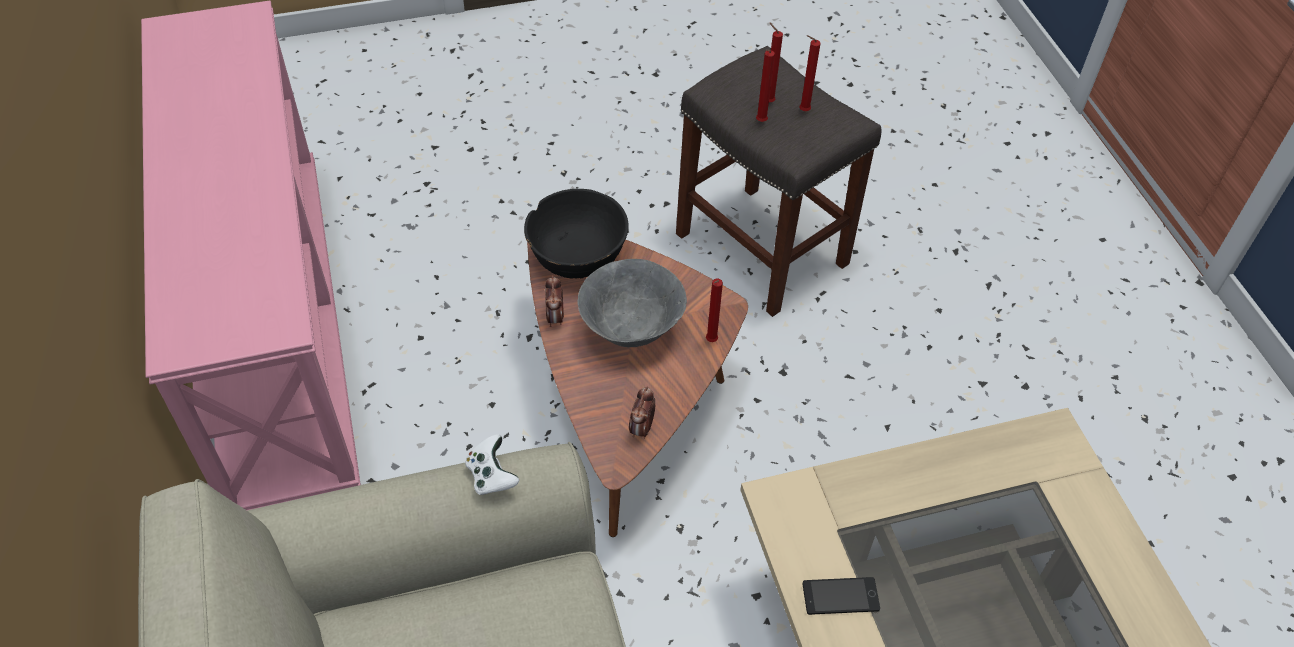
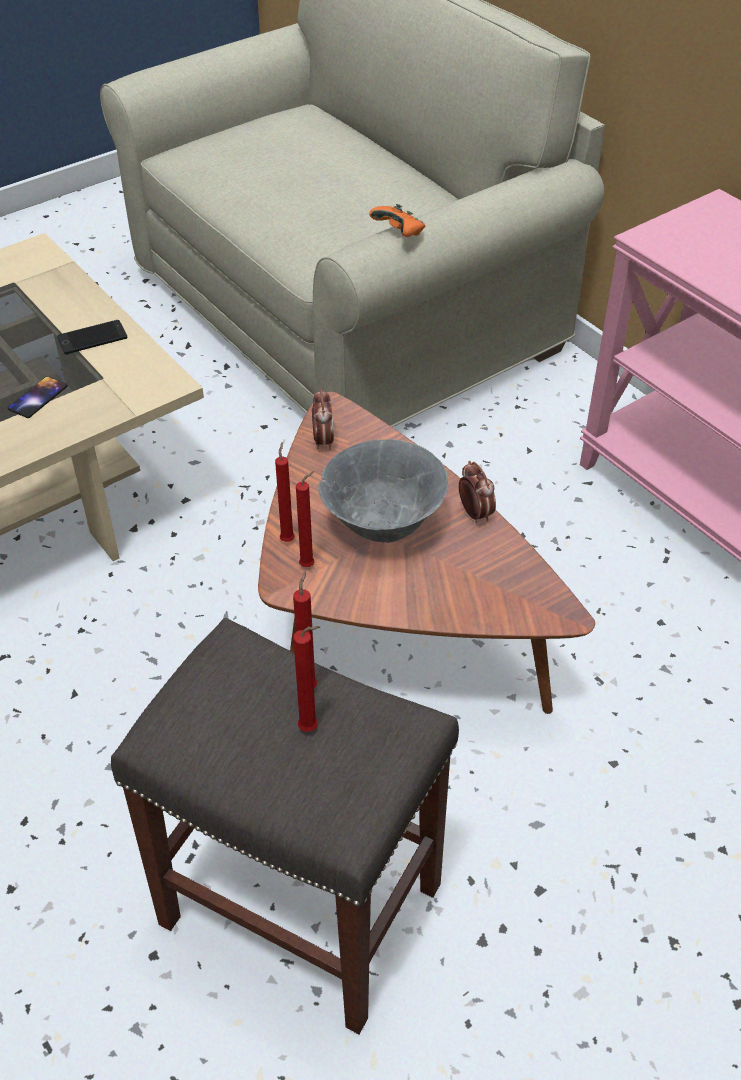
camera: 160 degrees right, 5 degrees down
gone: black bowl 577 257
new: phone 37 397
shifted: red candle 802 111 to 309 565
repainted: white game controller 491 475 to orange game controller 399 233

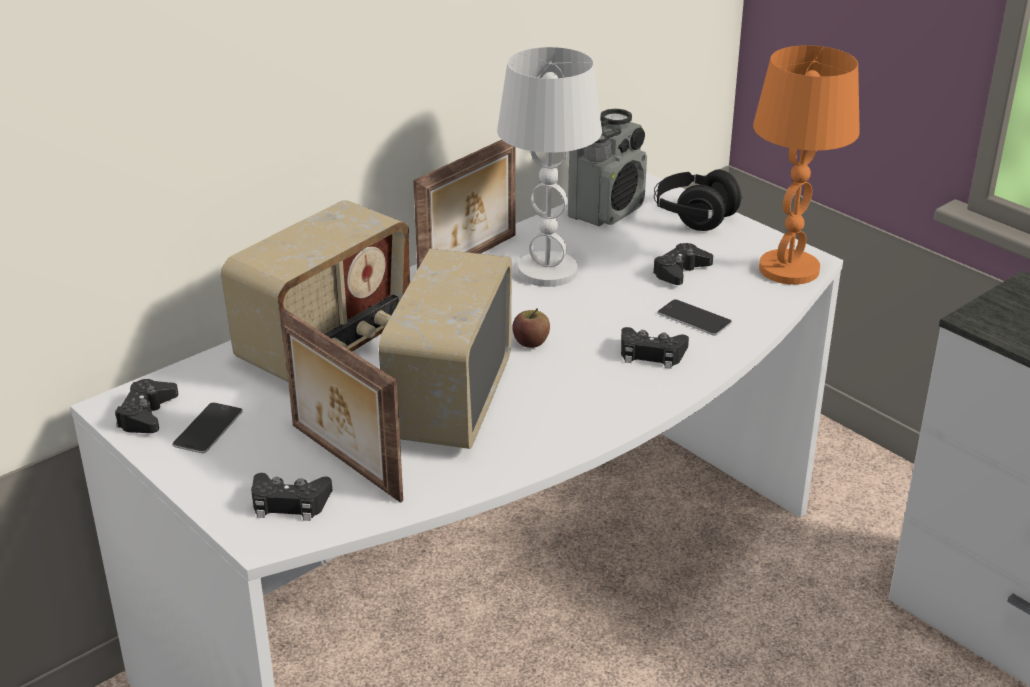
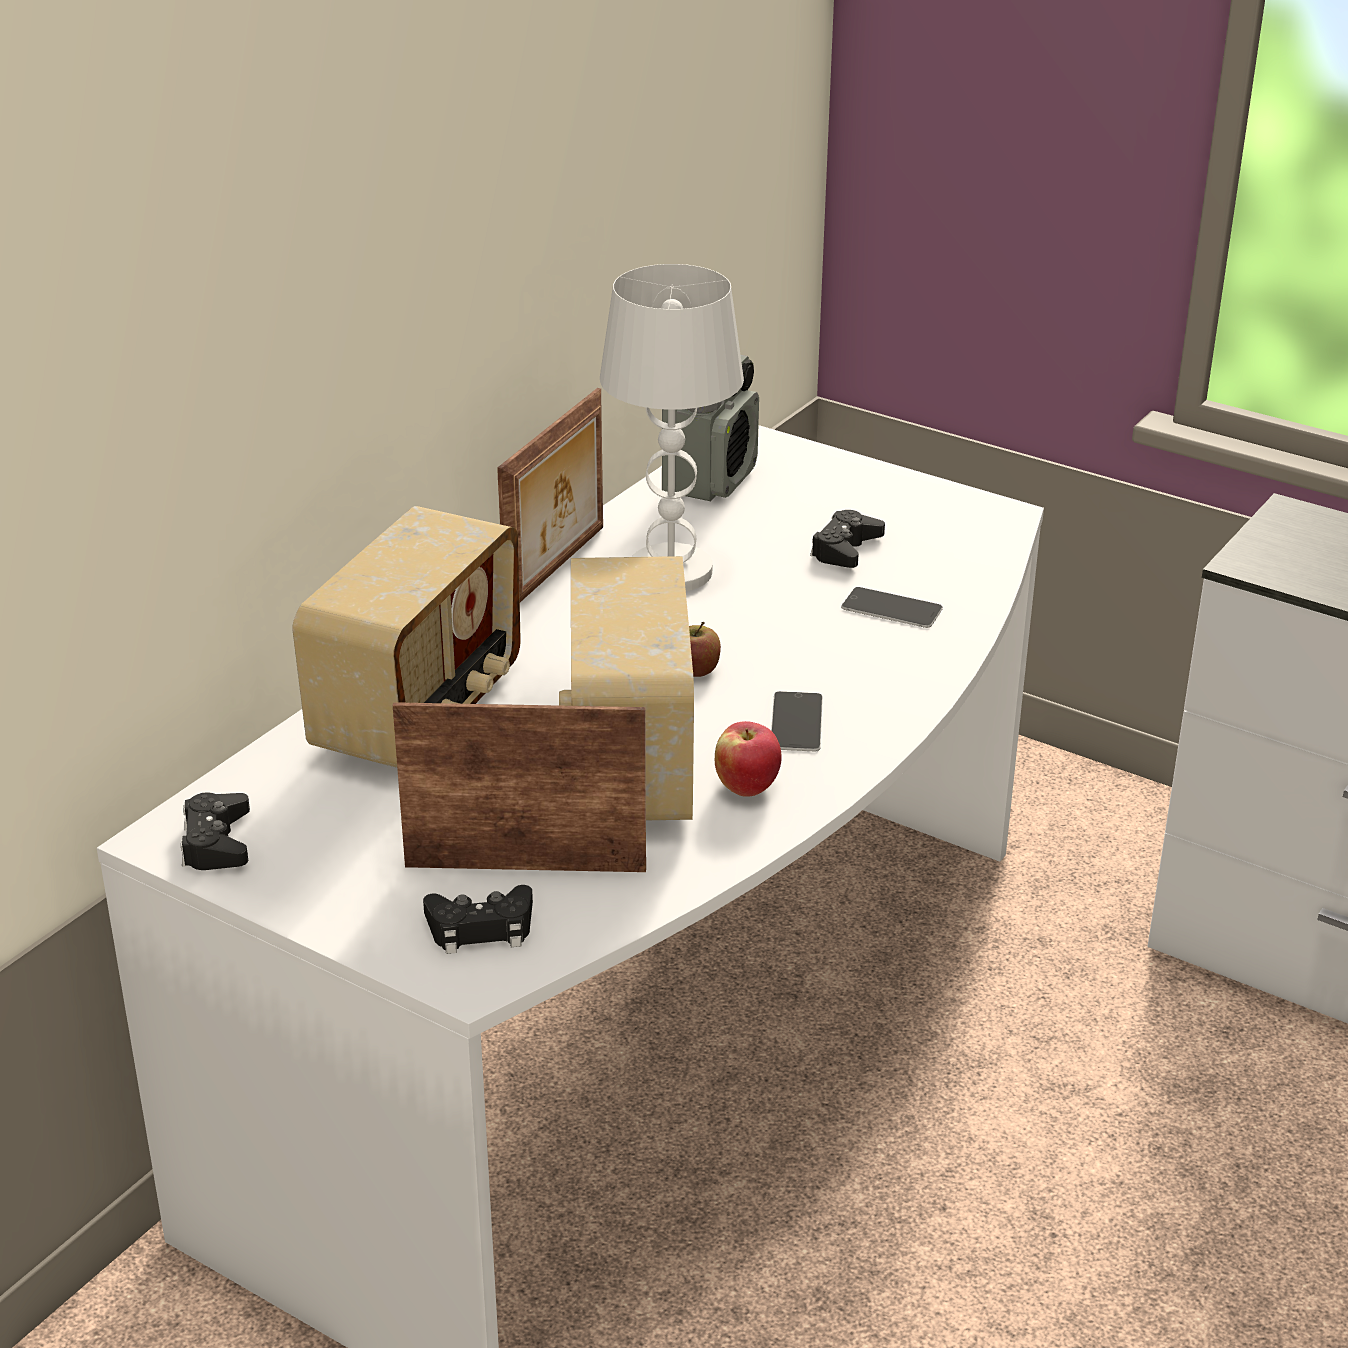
camera: 15 degrees left, 0 degrees up
gone: black game controller 651 354; black headphones 694 217; orange table lamp 789 270
new: apple 746 787
shifted: phone 208 428 to 796 722
rotated: picture frame 343 463 = 525 865 150 degrees clockwise

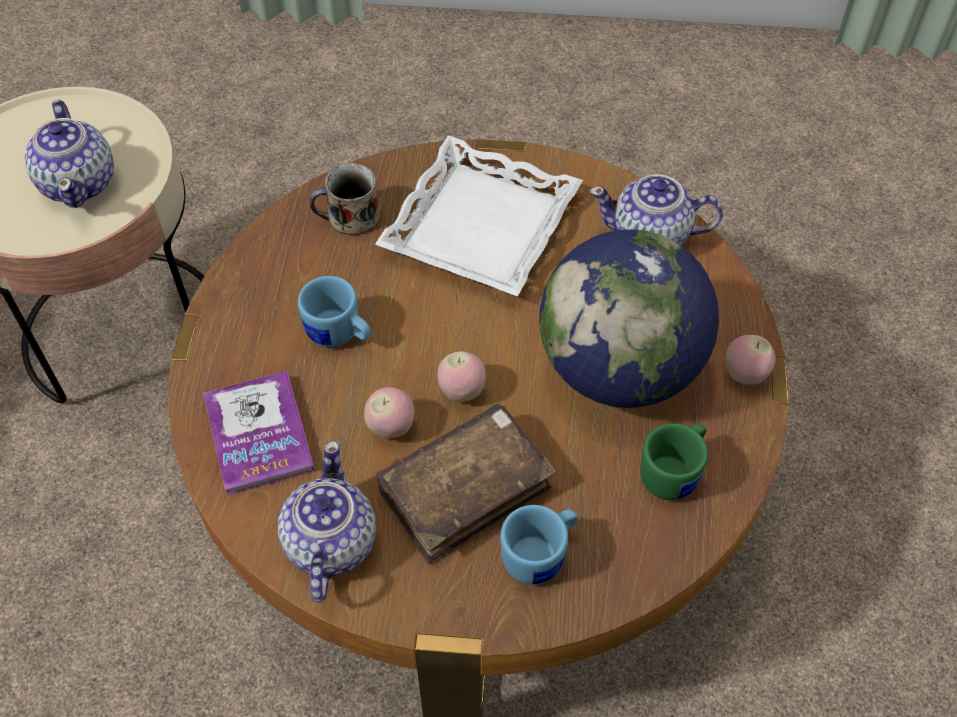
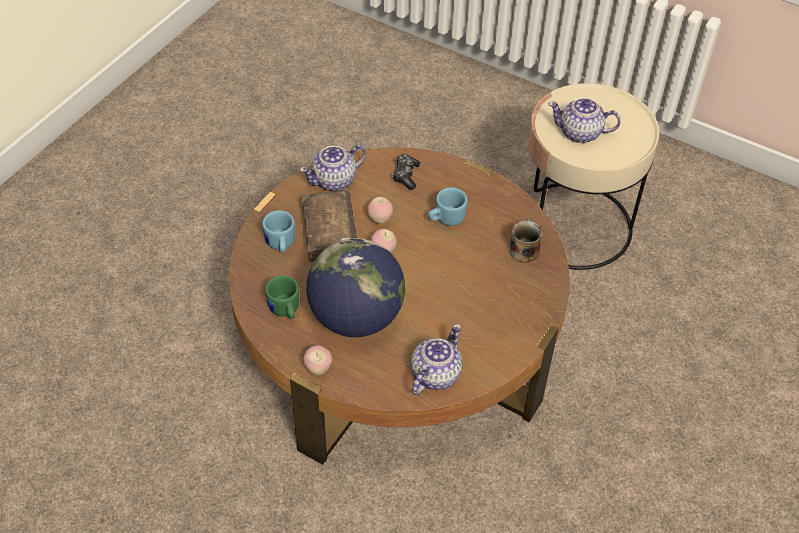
camera: 115 degrees right, 5 degrees down
gone: white tray 482 227
swapped: book 259 434 to game controller 405 175
rotated: teapot 329 544 = 334 181 120 degrees clockwise

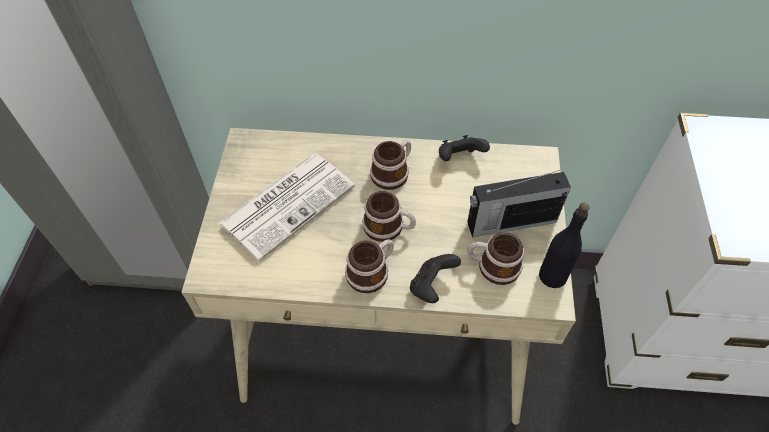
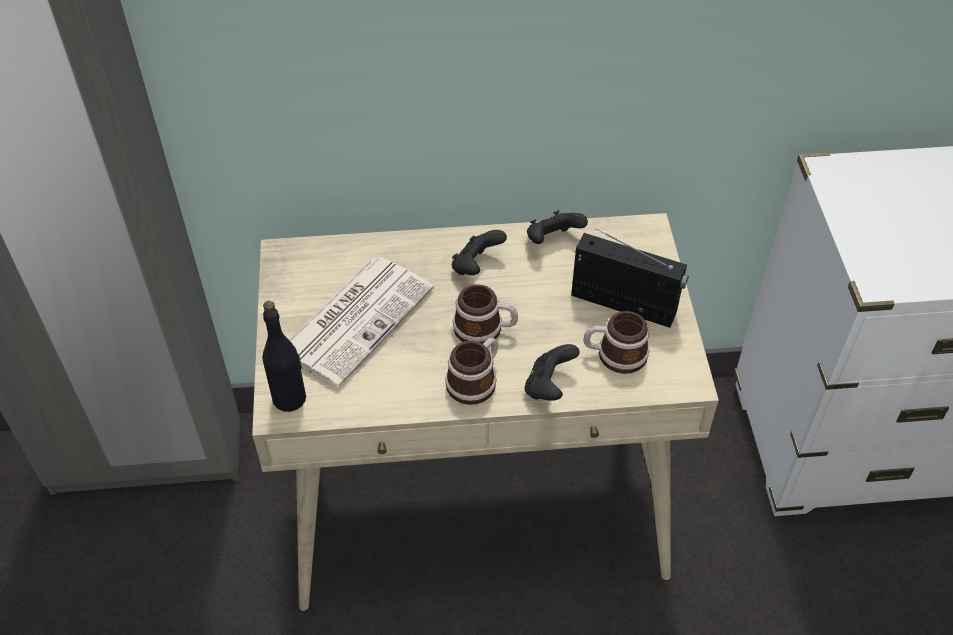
camera: 10 degrees left, 5 degrees down
shifted: black bottle 553 276 to 290 398
swapped: mug 393 172 to black game controller 476 266
rotated: radio 509 222 = 625 304 135 degrees counterclockwise

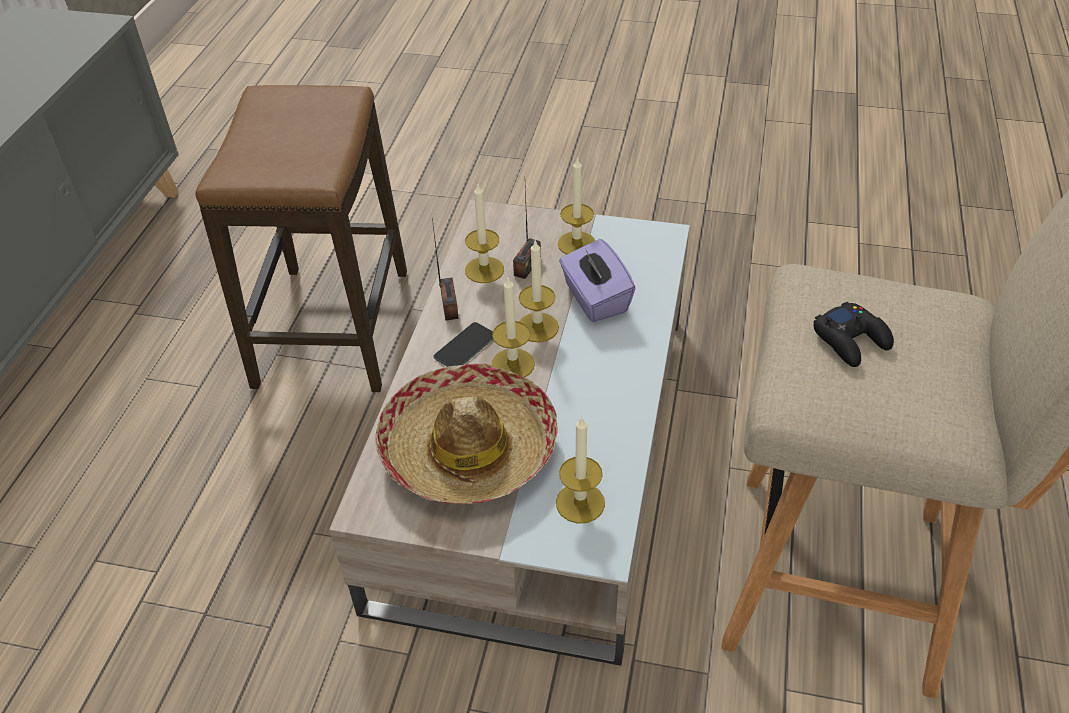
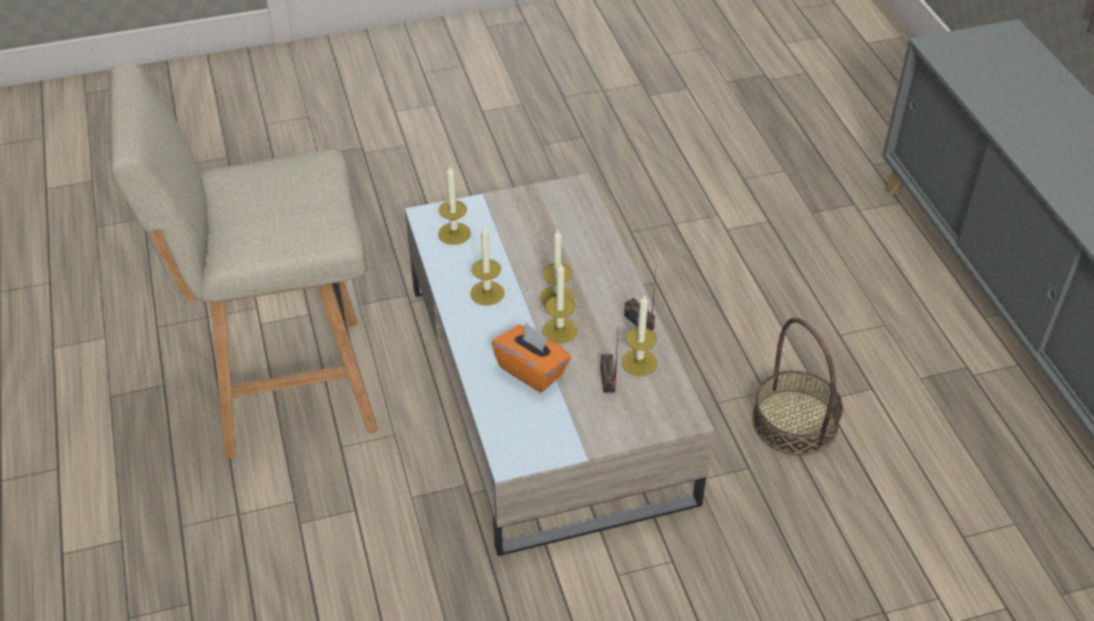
camera: 150 degrees right, 0 degrees up
gone: hat 468 449; phone 465 347; black game controller 851 340
shifted: candle 576 244 to 487 293
swapped: stool 333 327 to basket 795 422
repainted: purple tissue box 595 299 to orange tissue box 532 370

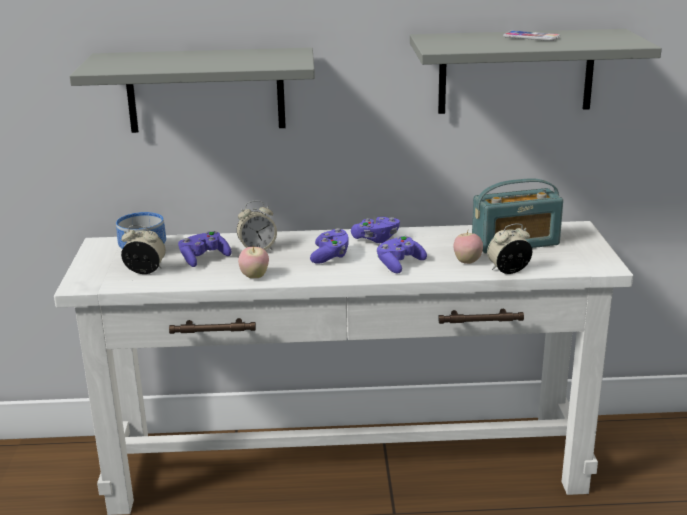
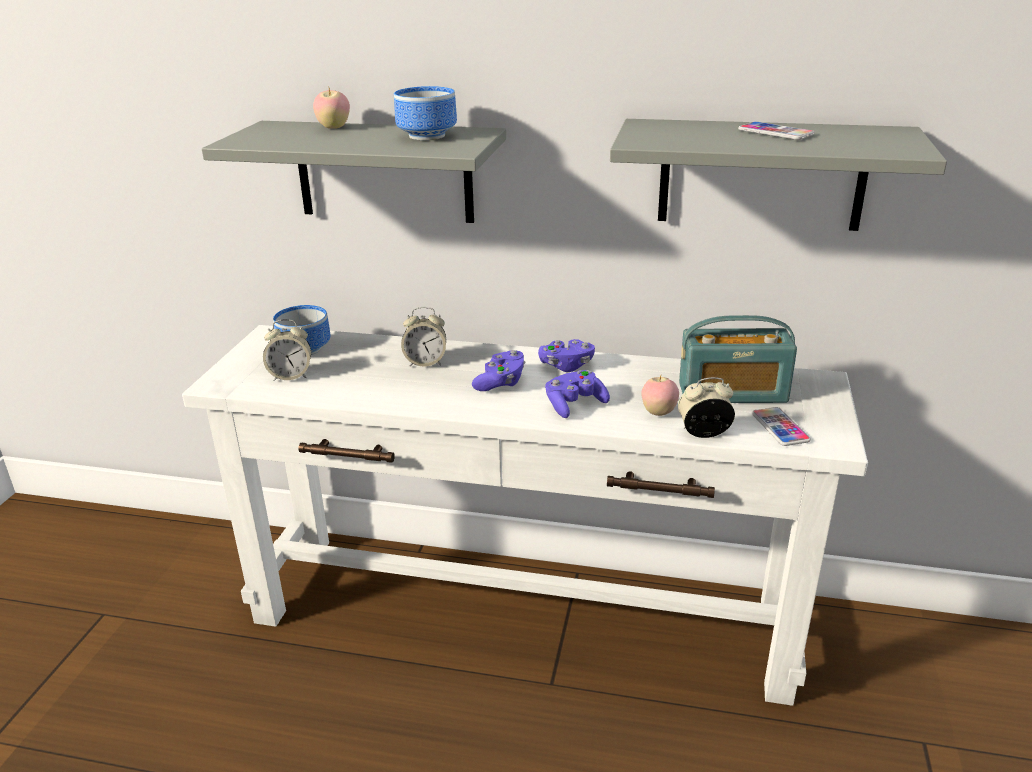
camera: 15 degrees right, 5 degrees up
gone: purple game controller 204 258
new: bowl 429 136; phone 780 427
shifted: apple 254 276 to 334 128
rotated: alarm clock 145 271 = 291 376 150 degrees clockwise

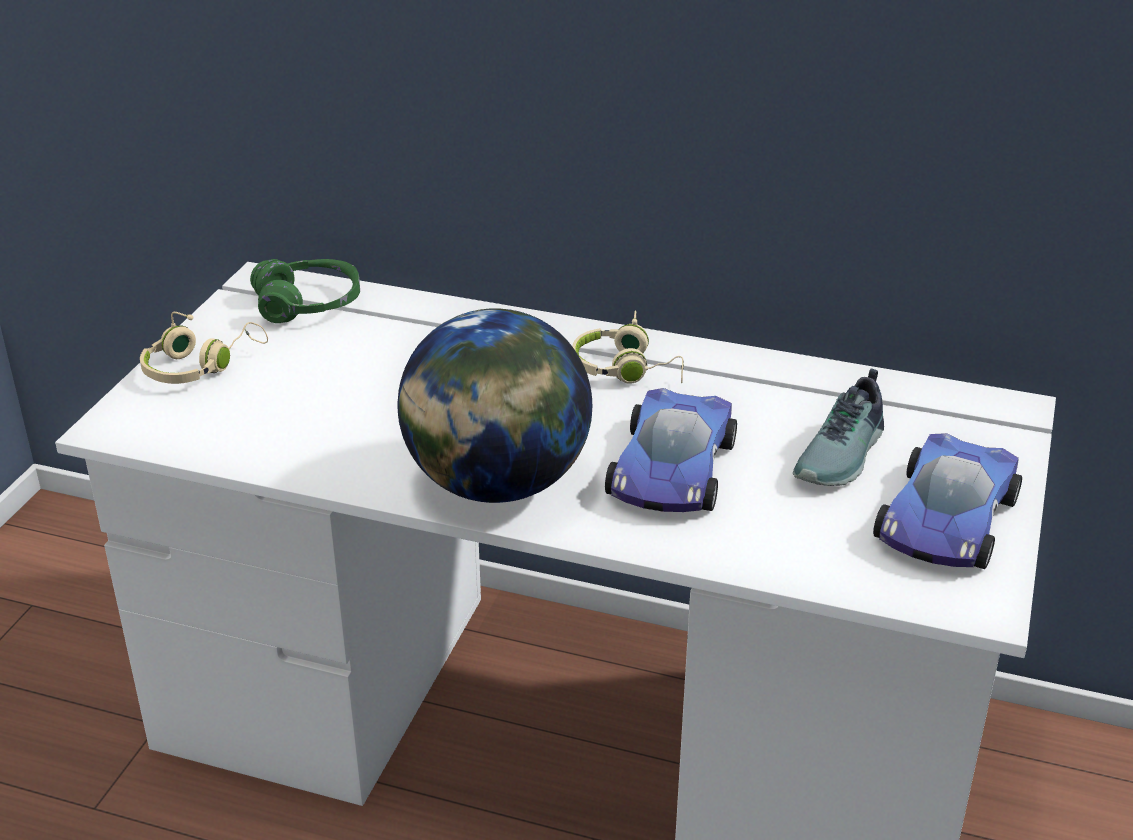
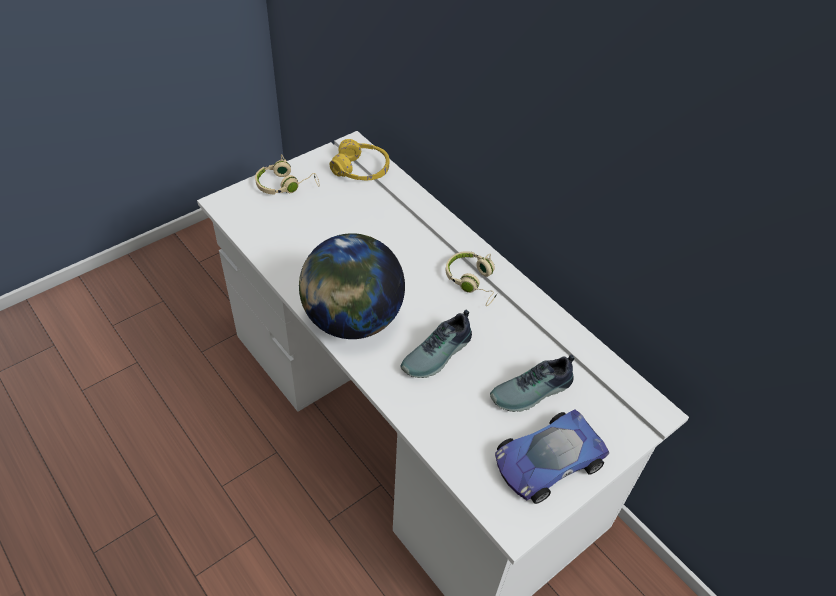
camera: 30 degrees right, 15 degrees up
swapped: toy car 671 470 to shoe 438 354
repainted: green headphones 309 305 to yellow headphones 361 170

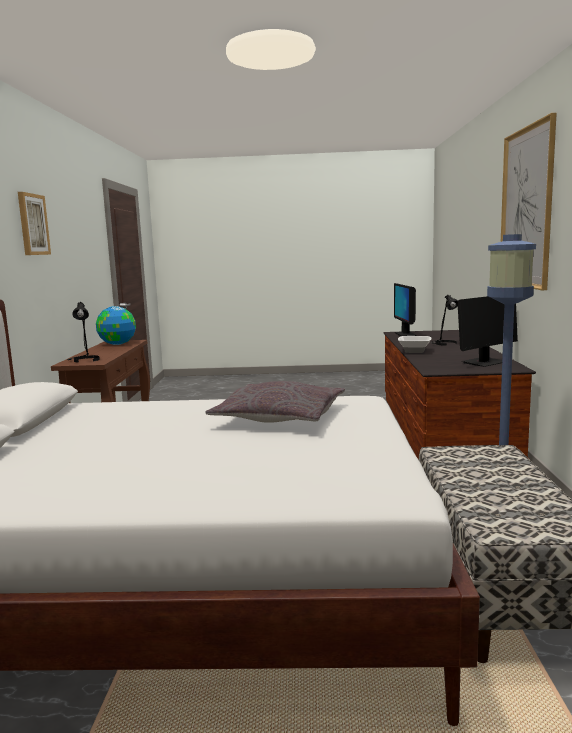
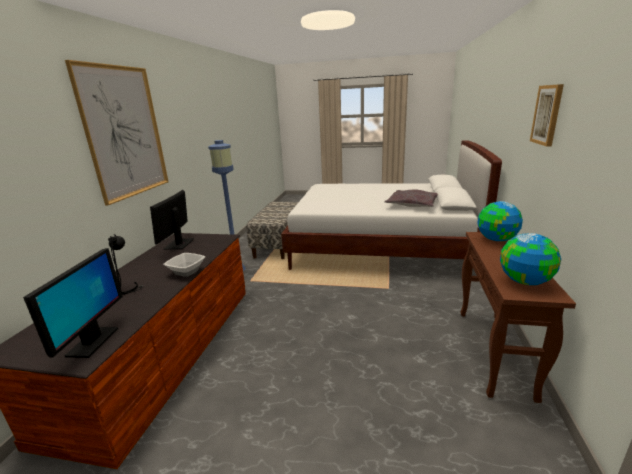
camera: 170 degrees left, 10 degrees up
shifted: grey pillow 279 417 to 413 204
swapped: black table lamp 84 360 to globe 496 239
rotated: monitor 484 362 = 179 244 60 degrees counterclockwise

